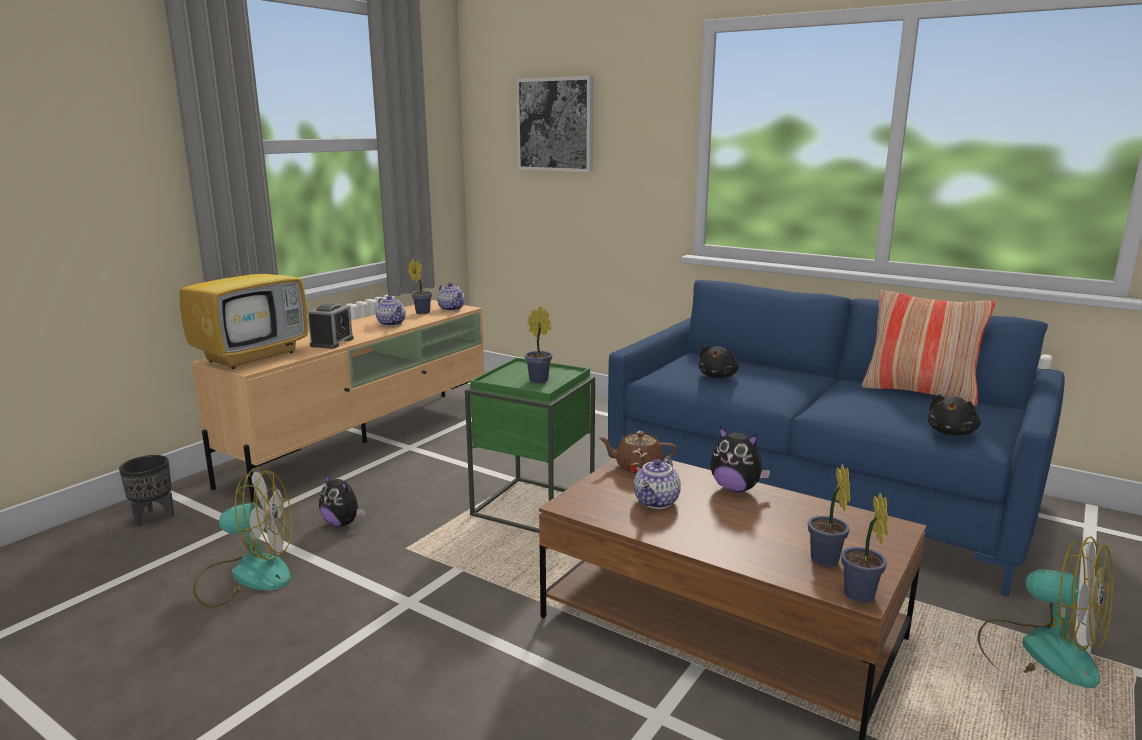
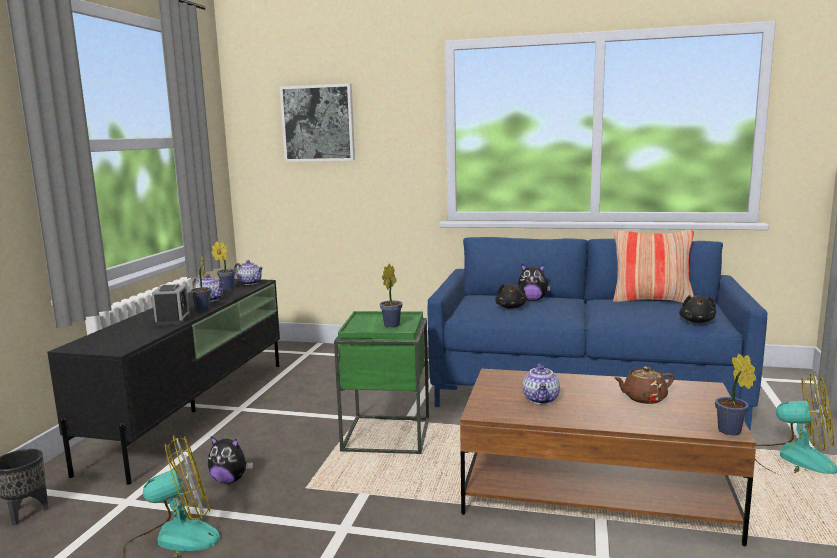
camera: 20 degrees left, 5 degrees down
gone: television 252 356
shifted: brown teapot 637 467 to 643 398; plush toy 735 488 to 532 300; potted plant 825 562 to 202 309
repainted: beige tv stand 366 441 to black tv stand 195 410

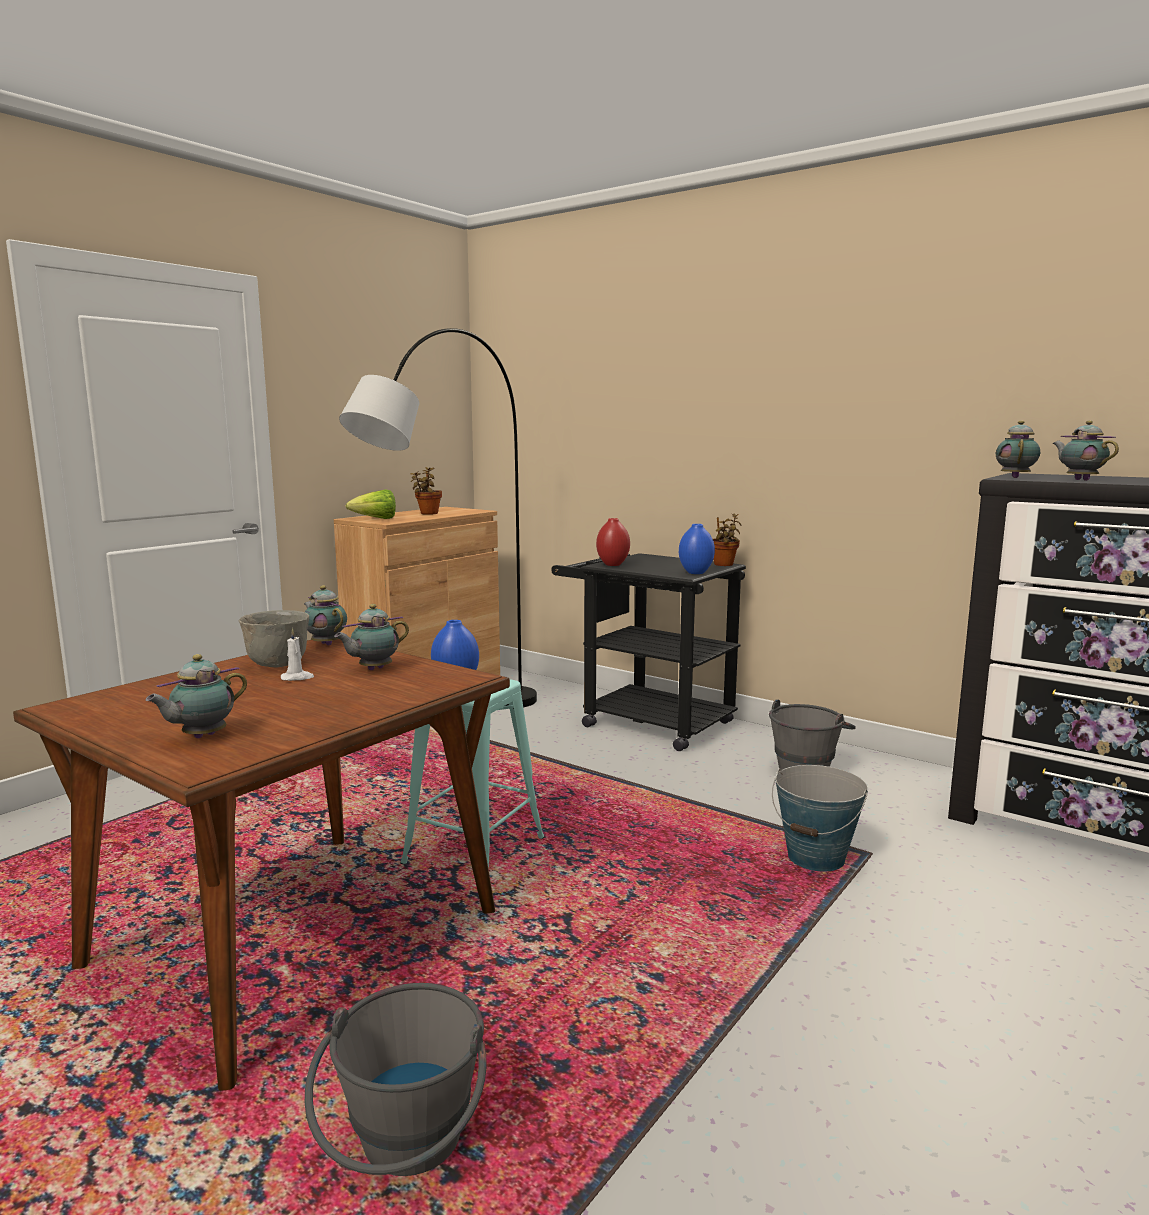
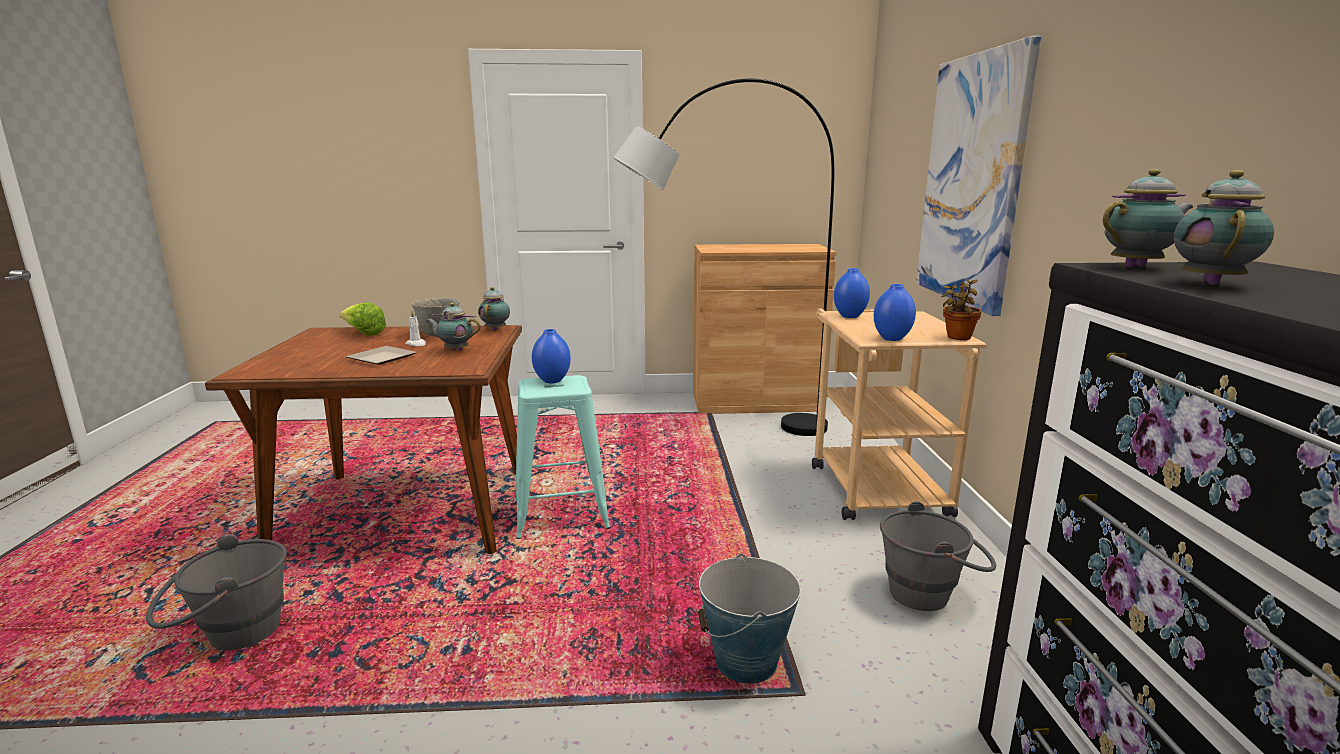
camera: 50 degrees right, 5 degrees up
gone: teapot 201 737; potted plant 428 513
new: plate 382 358; picture 972 181
shifted: lettuce 376 519 to 363 333
repainted: black cart 646 721 to beige cart 873 484; red vase 612 564 to blue vase 849 316

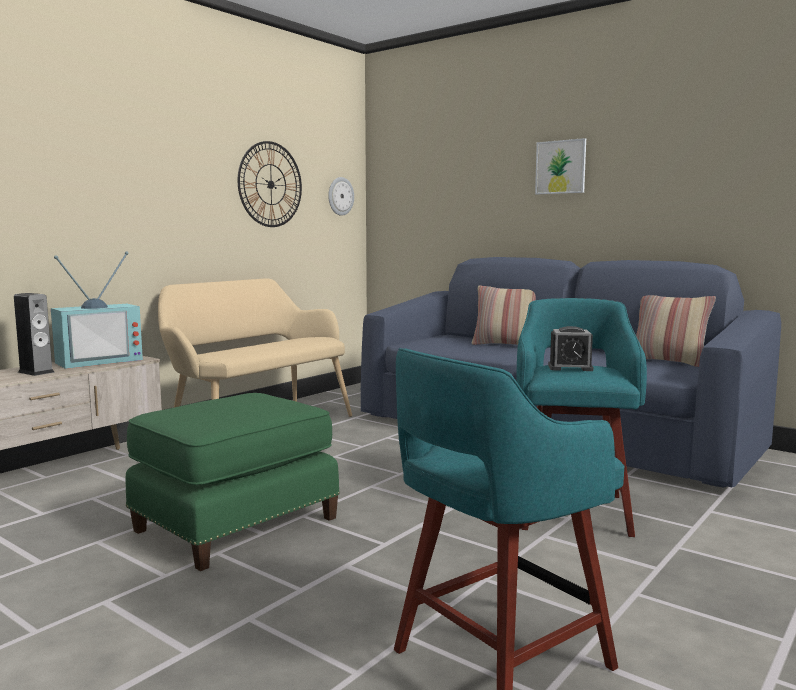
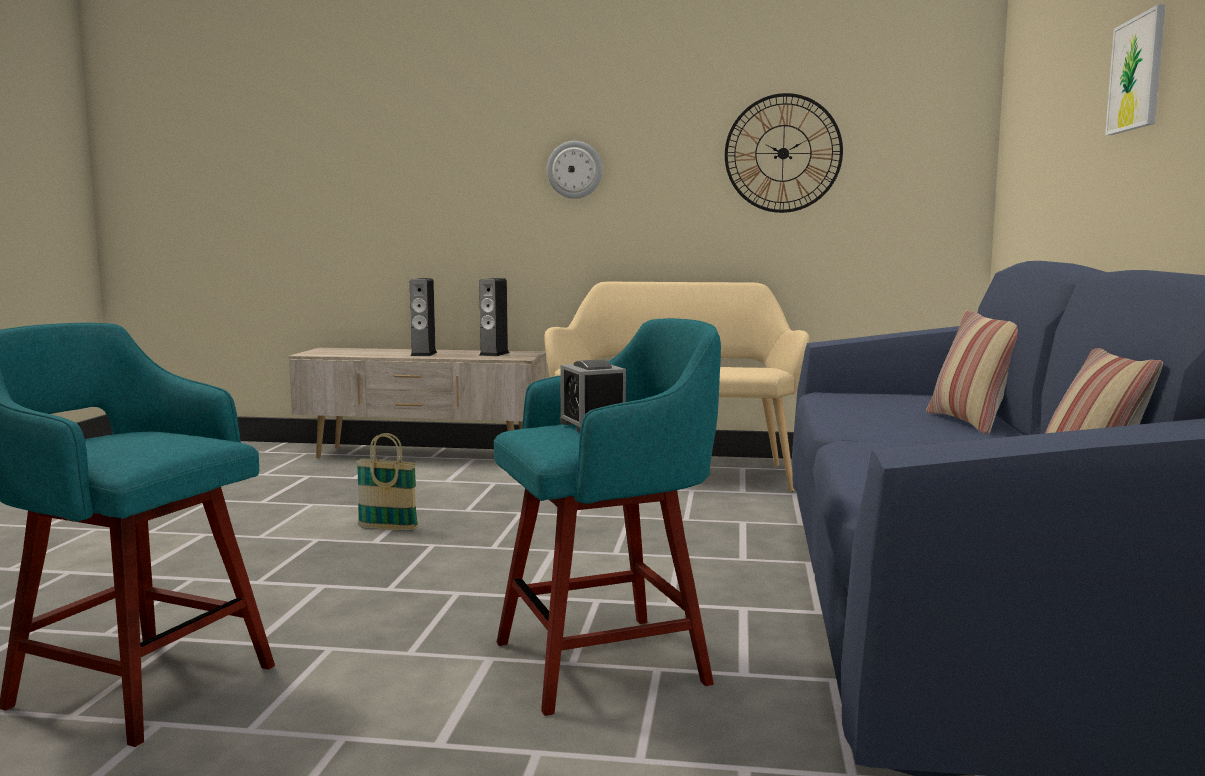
camera: 60 degrees right, 0 degrees up
shifted: wall clock 340 196 to 574 169
swapped: television 99 360 to speaker 494 354; green ottoman 235 523 to basket 388 528

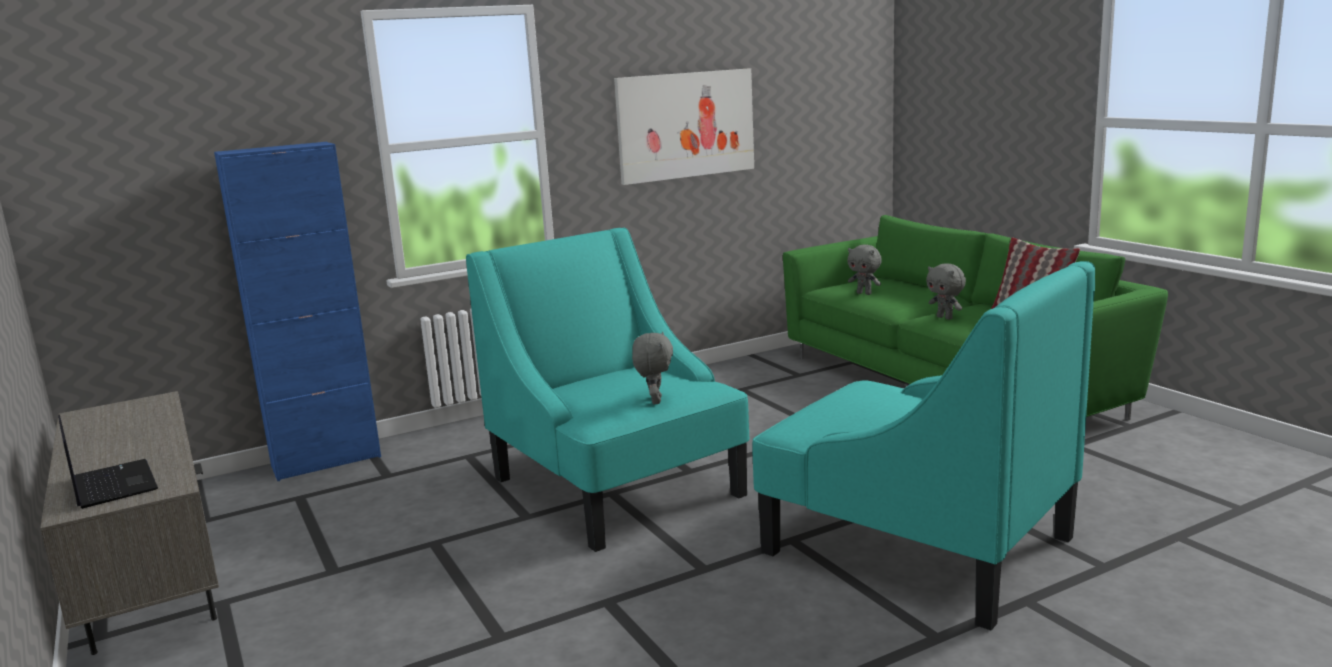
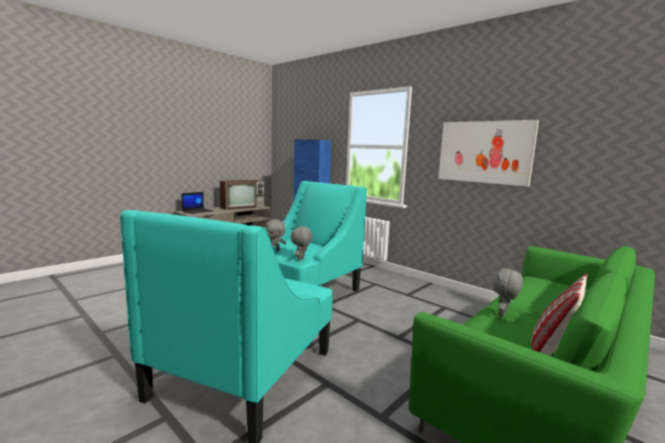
camera: 70 degrees right, 5 degrees down
new: television 243 207
shifted: grey plush toy 864 293 to 301 259

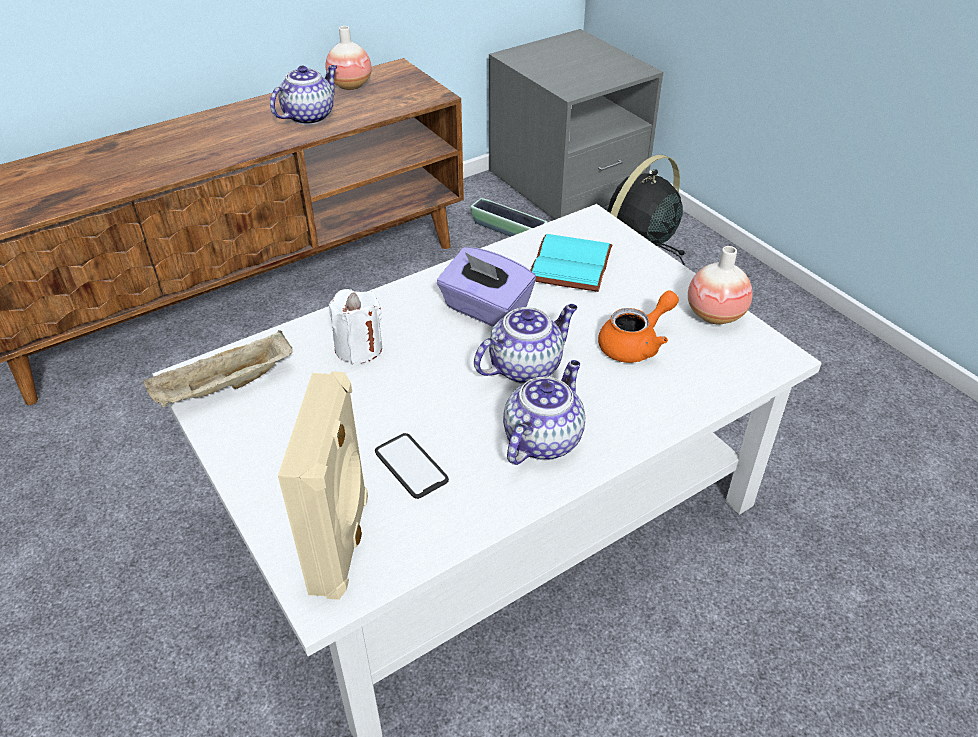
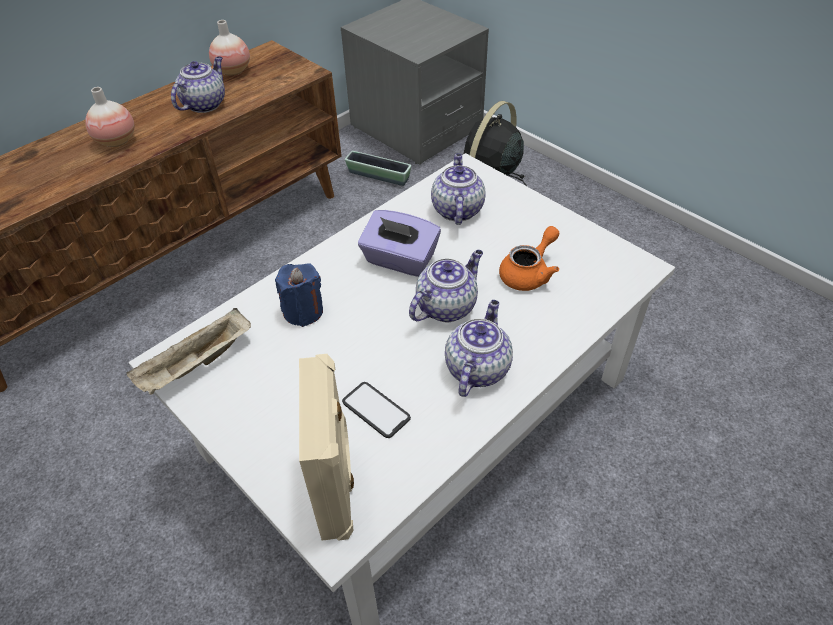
camera: 10 degrees left, 5 degrees up
shifted: vase 715 315 to 116 141
swapped: turquoise book 568 263 to teapot 456 209
repainted: white candle 359 348 to blue candle 303 311

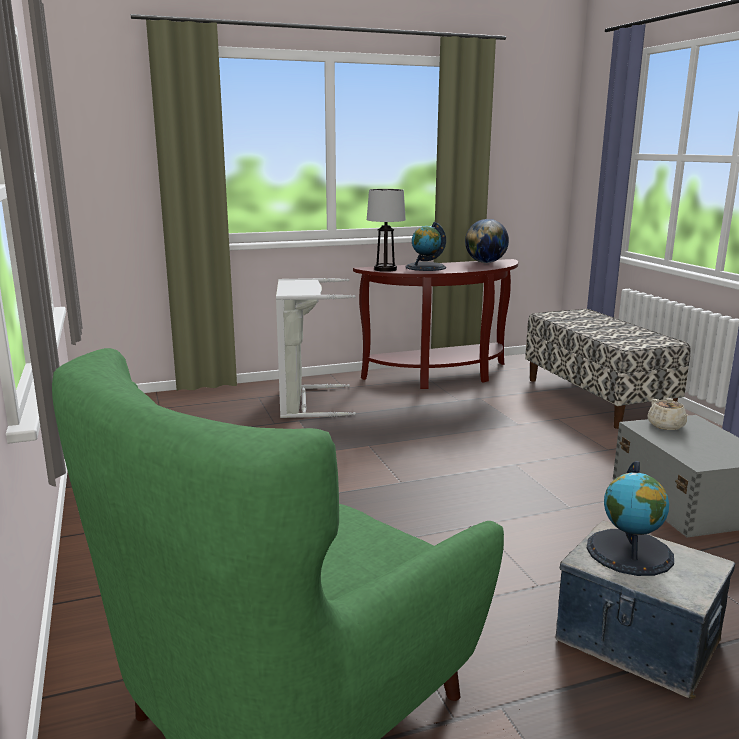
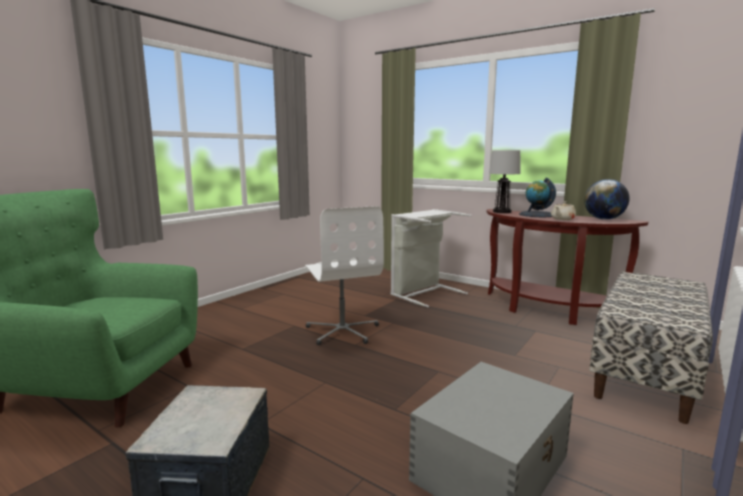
camera: 55 degrees right, 5 degrees down
gone: globe 630 552
new: white office chair 343 331
shifted: beige teapot 666 426 to 562 219

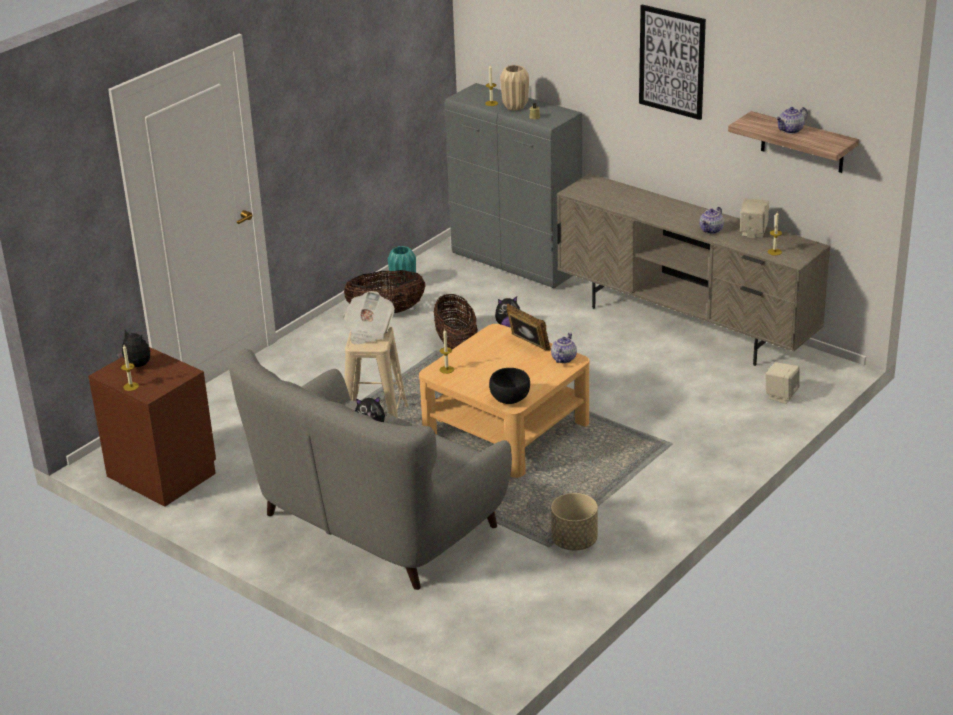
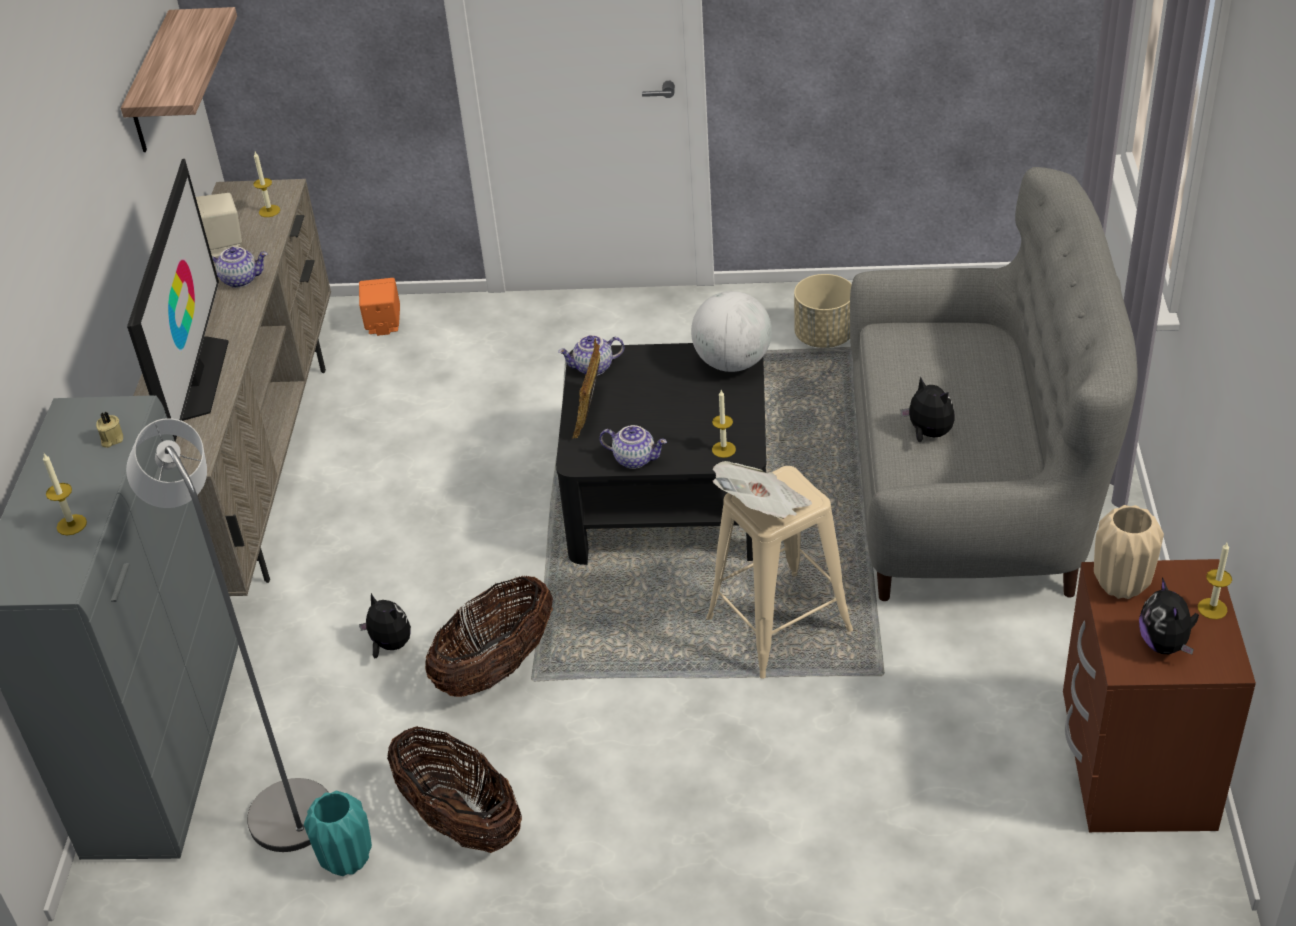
camera: 125 degrees left, 10 degrees up
gone: picture 672 61
new: grey floor lamp 284 805; television 195 378
shifted: beige vase 515 107 to 1121 584; teapot 791 130 to 635 459
swapped: black bowl 509 399 to globe 732 363
repainted: beige coffee table 505 430 to black coffee table 670 496; beige speaker 781 396 to orange speaker 383 325

